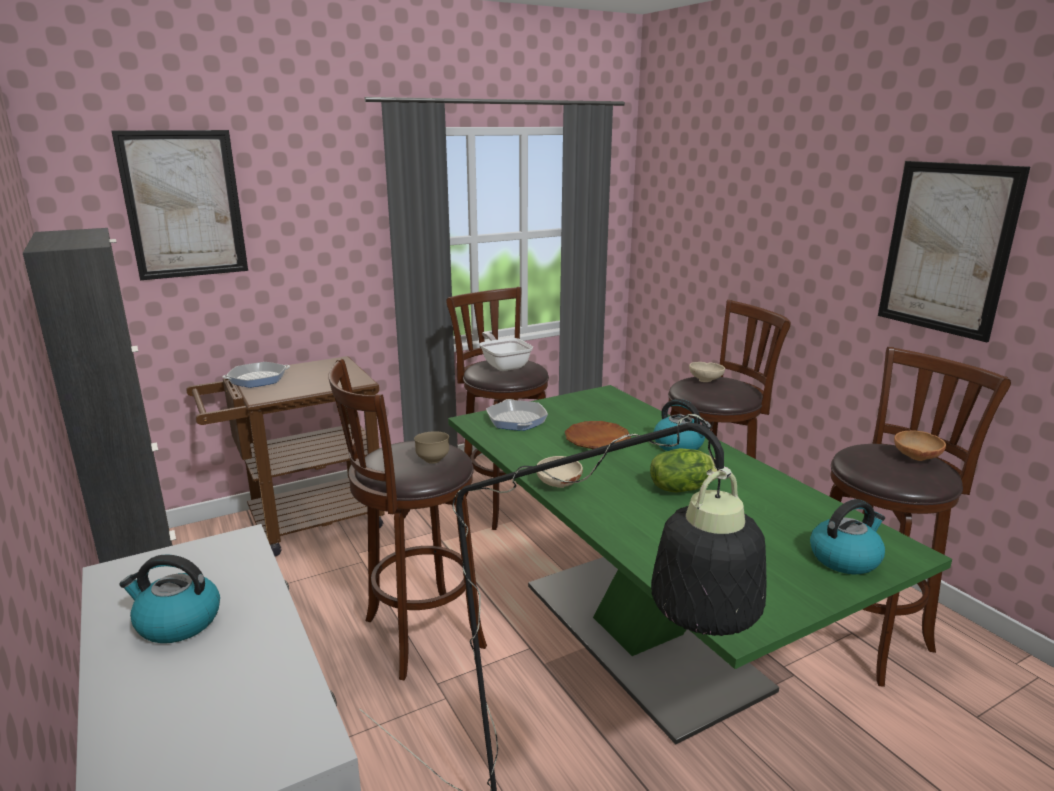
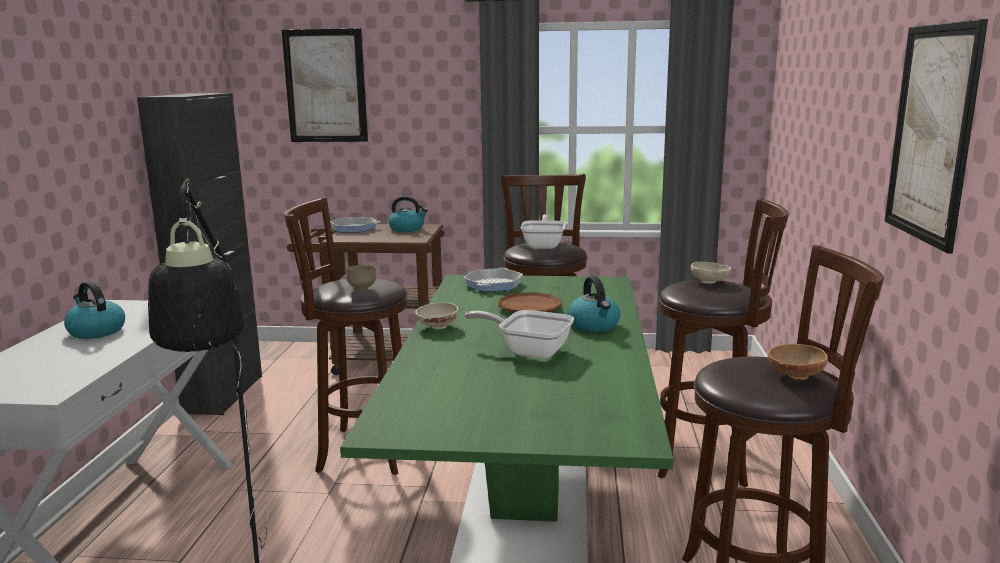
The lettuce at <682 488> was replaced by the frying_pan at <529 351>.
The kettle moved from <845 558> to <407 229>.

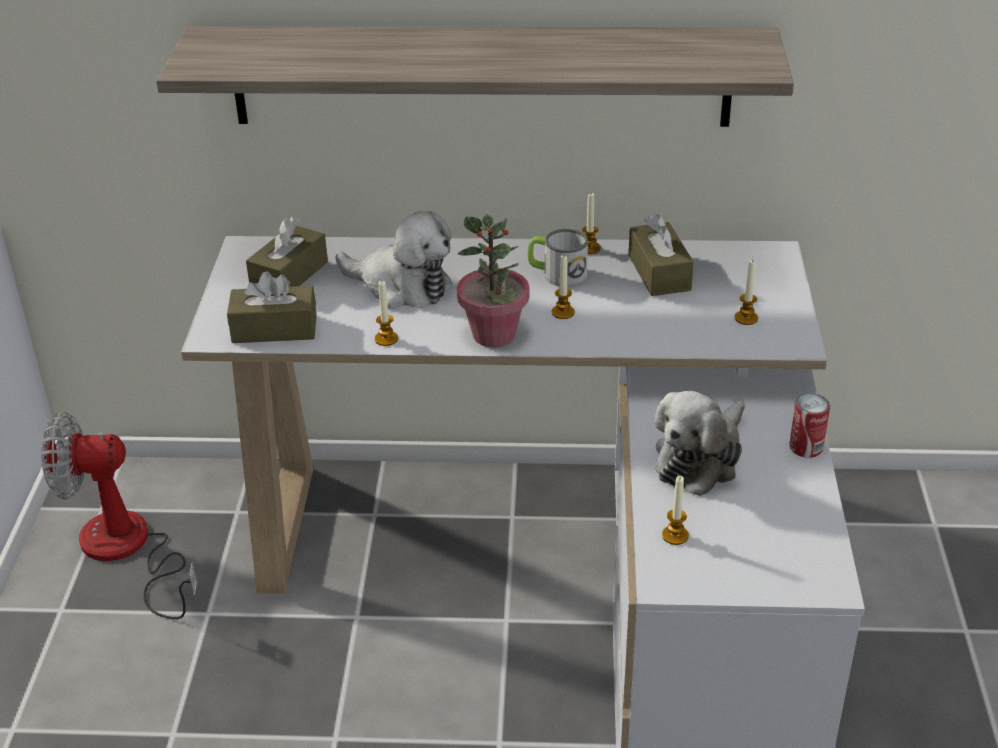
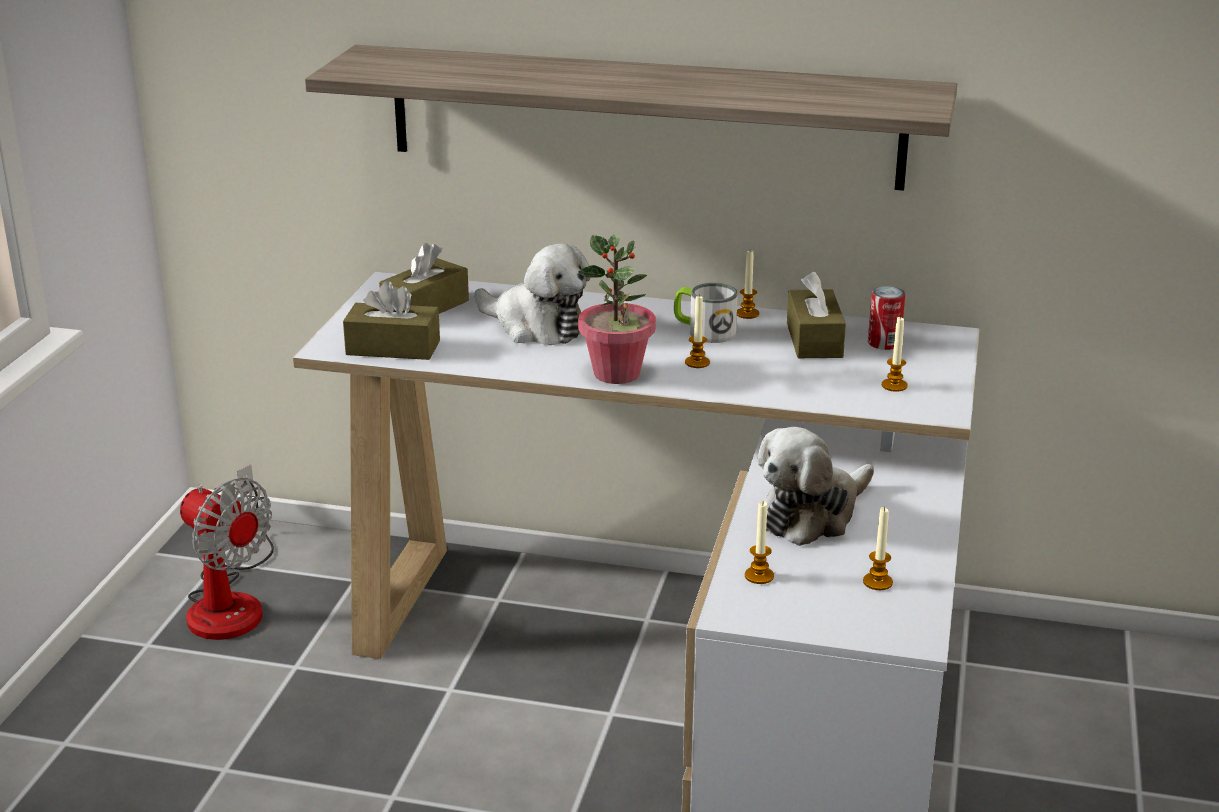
The candle moved from <386 339> to <877 582>.
The can moved from <806 447> to <884 343>.
The fan at <127 551> turned 150 degrees counterclockwise.

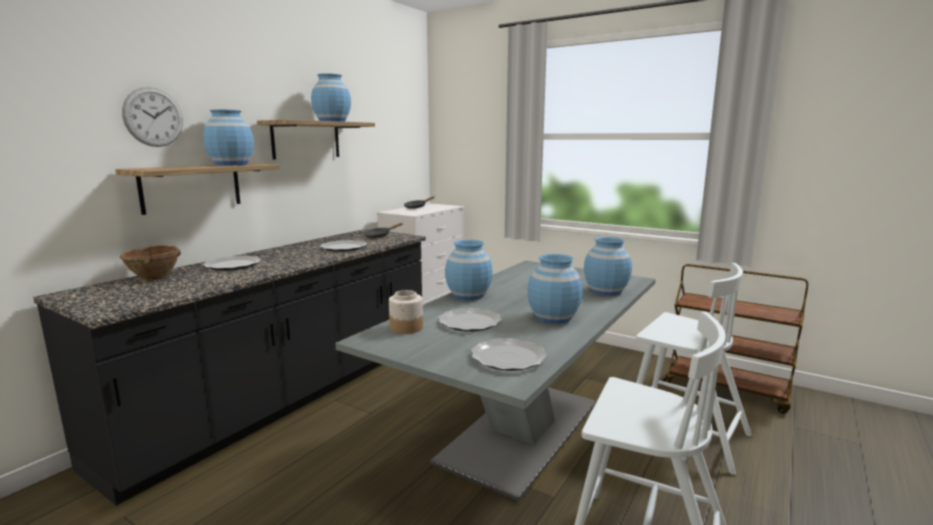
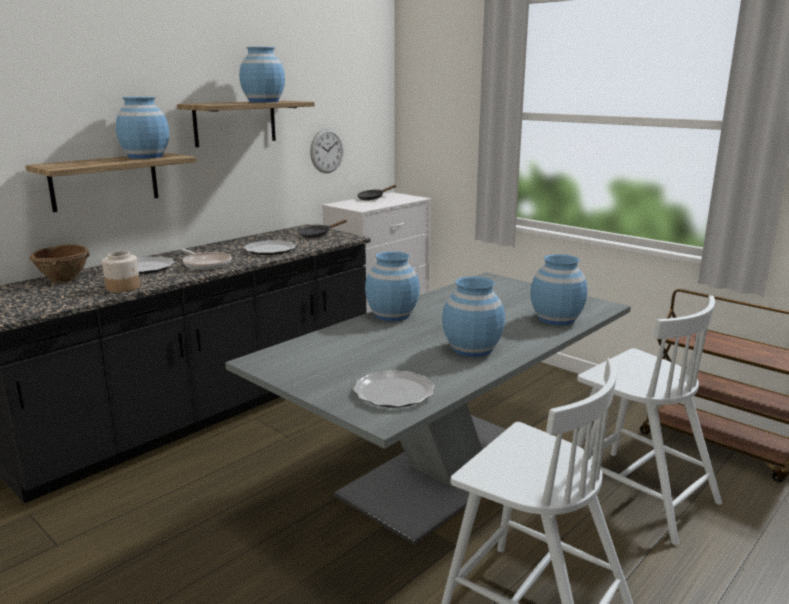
The wall_clock moved from <153 117> to <327 151>.
The jar moved from <407 327> to <123 287>.
The plate at <469 322> disappeared.
The frying_pan at <206 264> appeared.

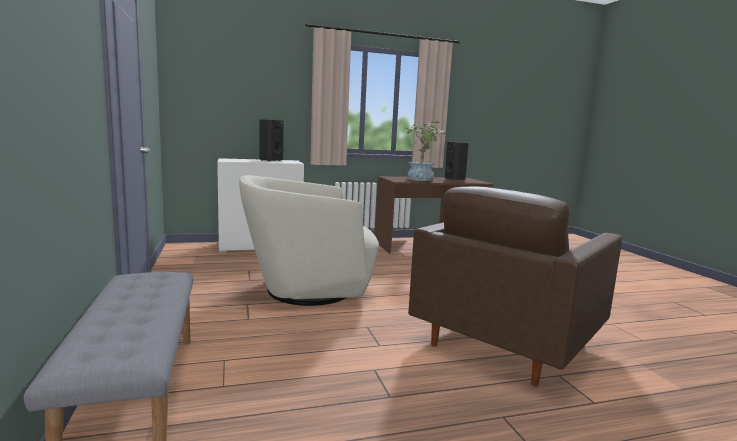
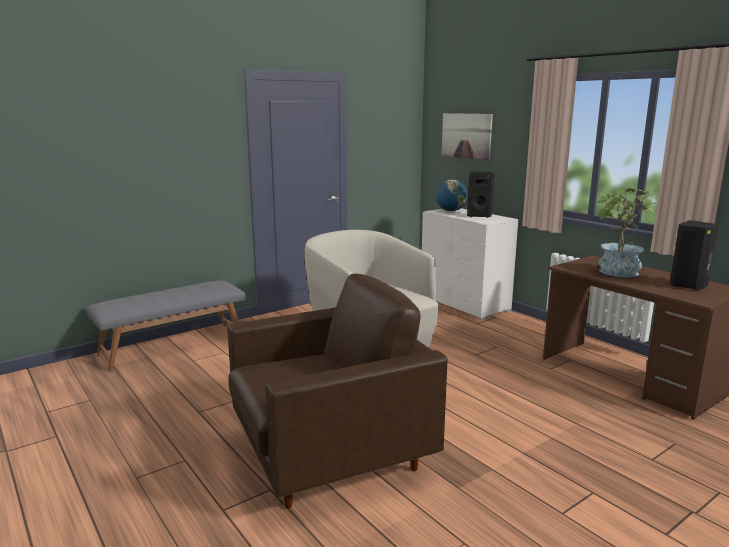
The brown_armchair at <507 342> turned 135 degrees clockwise.
The picture at <466 135> appeared.
The globe at <450 211> appeared.

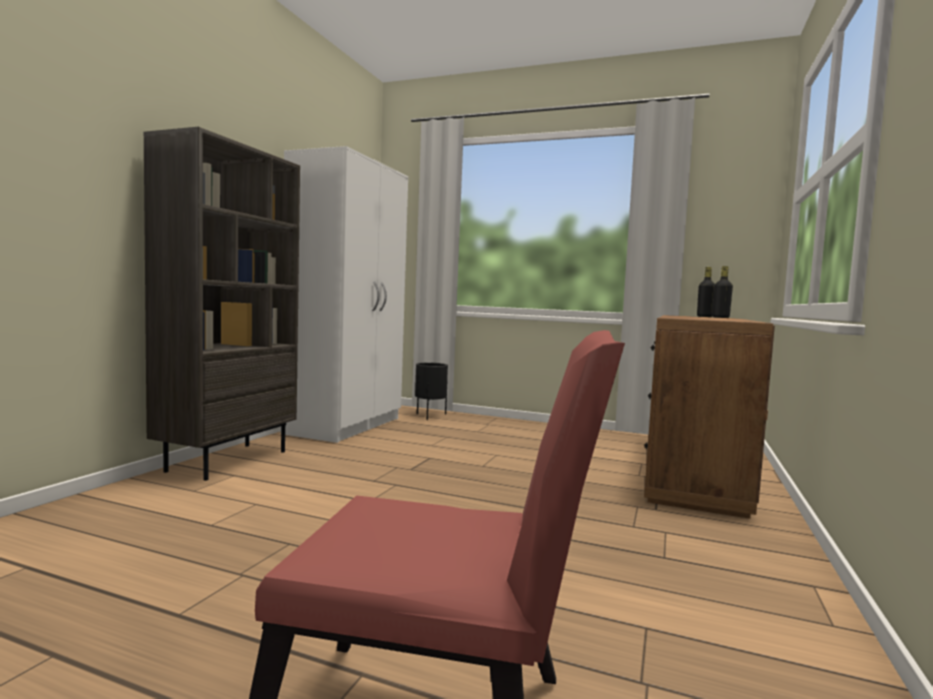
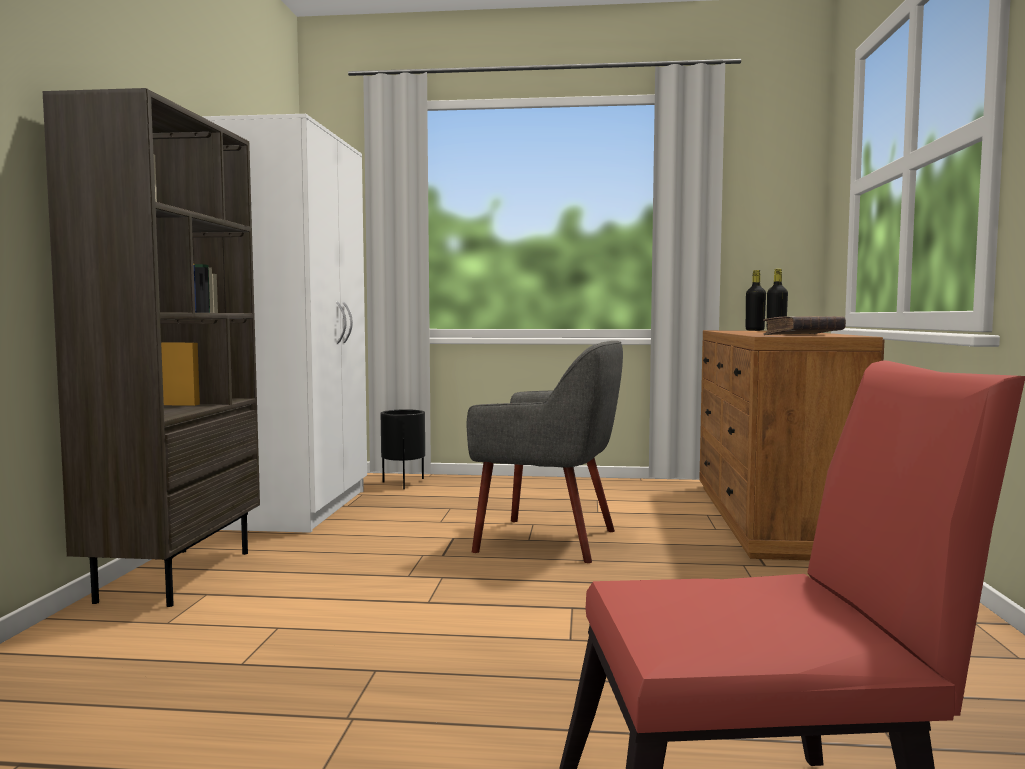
The brown_book at <803 335> appeared.
The grey_armchair at <549 540> appeared.

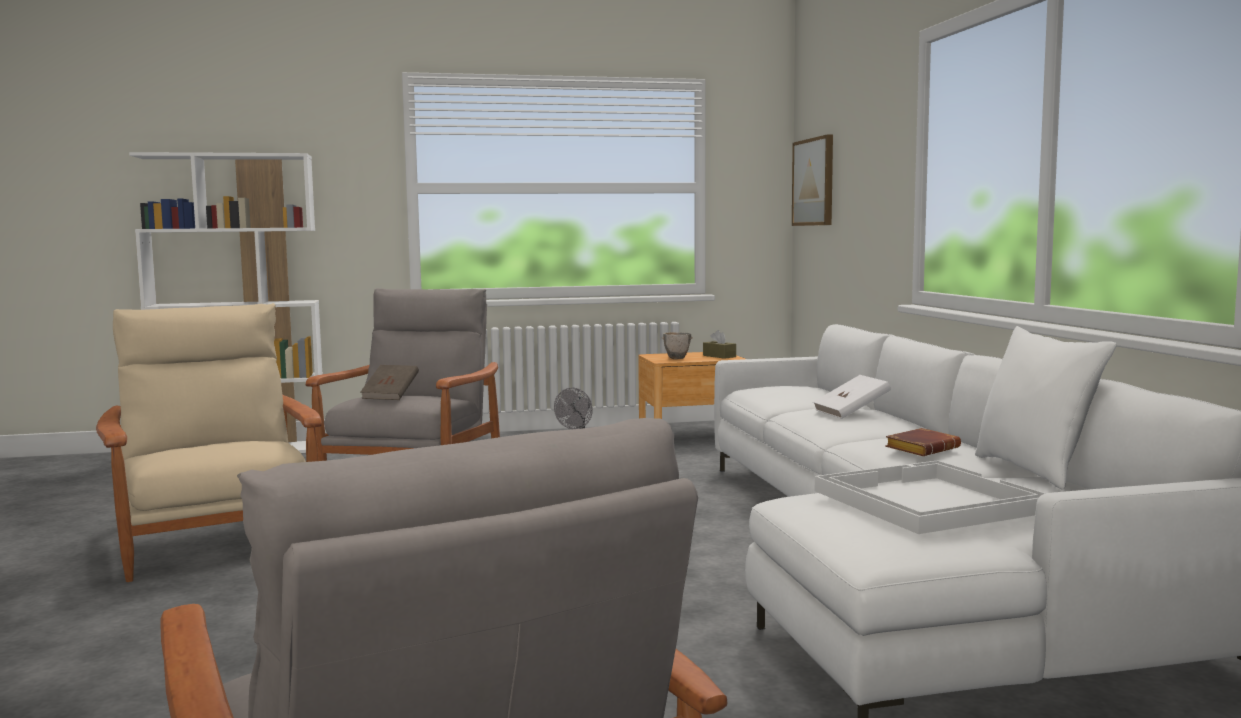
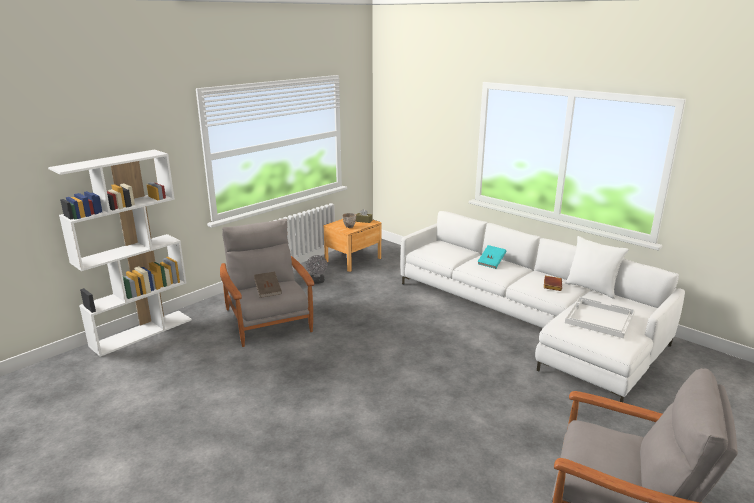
The picture at <814 182> disappeared.
The beige_armchair at <216 539> disappeared.
The white_book at <851 413> became the turquoise_book at <491 263>.

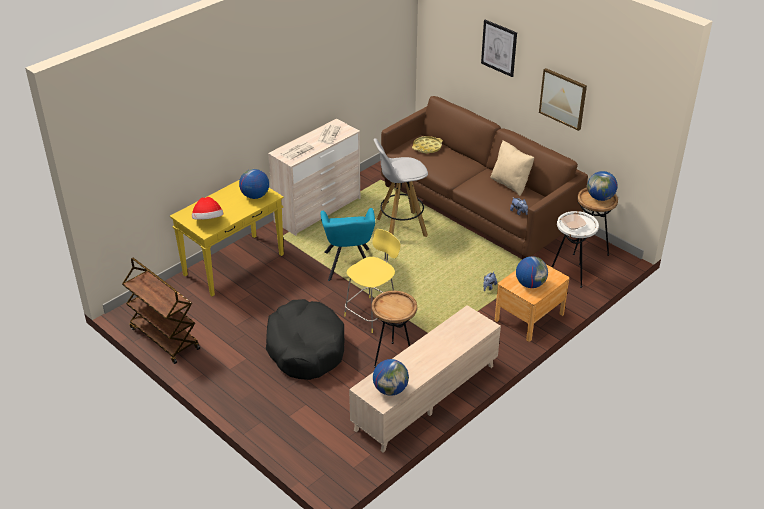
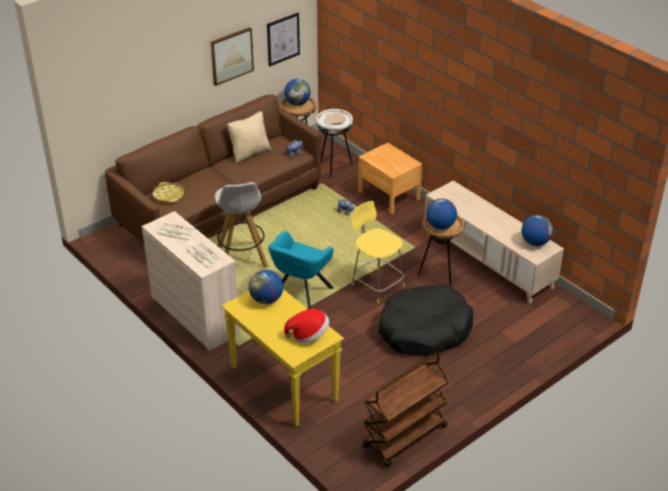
The picture moved from <499 48> to <283 39>.
The turquoise_armchair at <349 266> turned 120 degrees clockwise.
The globe moved from <530 284> to <440 226>.

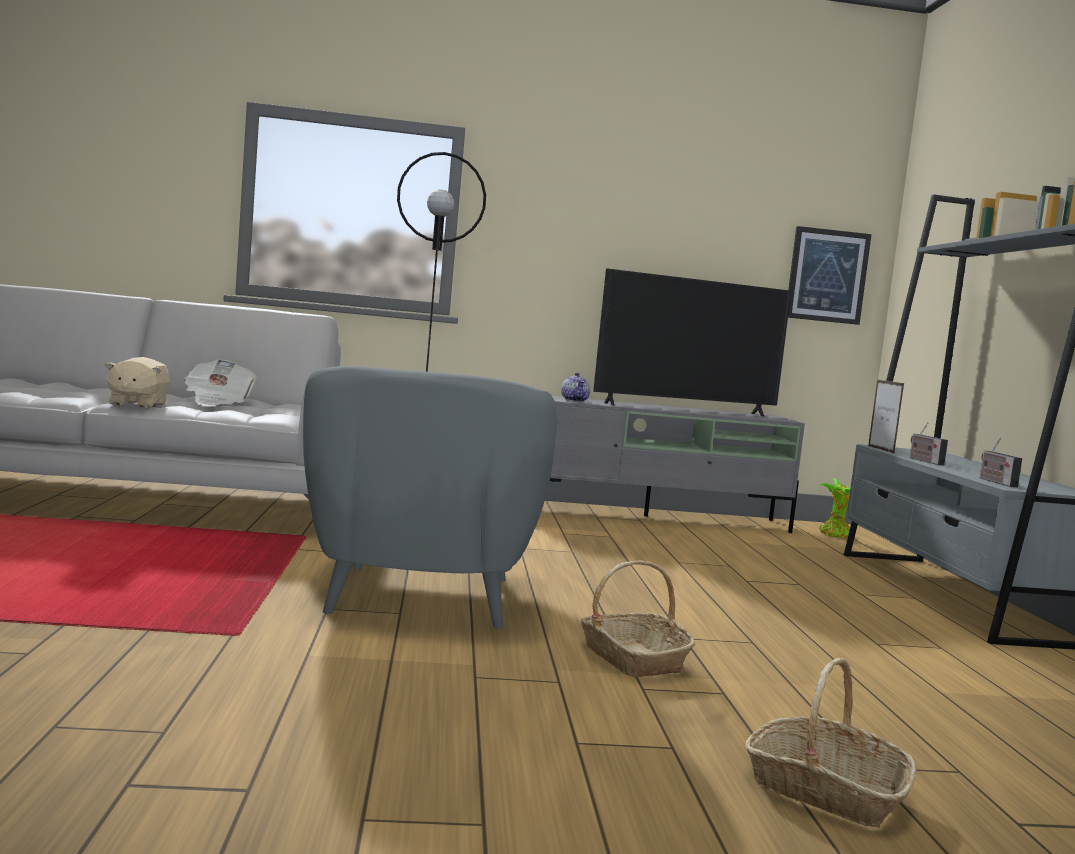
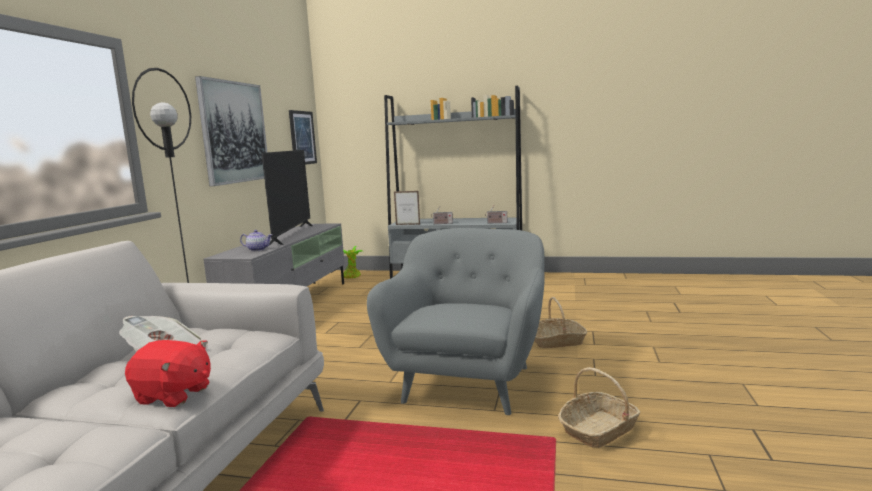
The beige_plush_toy at <137 404> became the red_plush_toy at <173 395>.
The grey_armchair at <420 597> turned 90 degrees counterclockwise.
The basket moved from <824 790> to <598 430>.
The picture at <234 132> appeared.

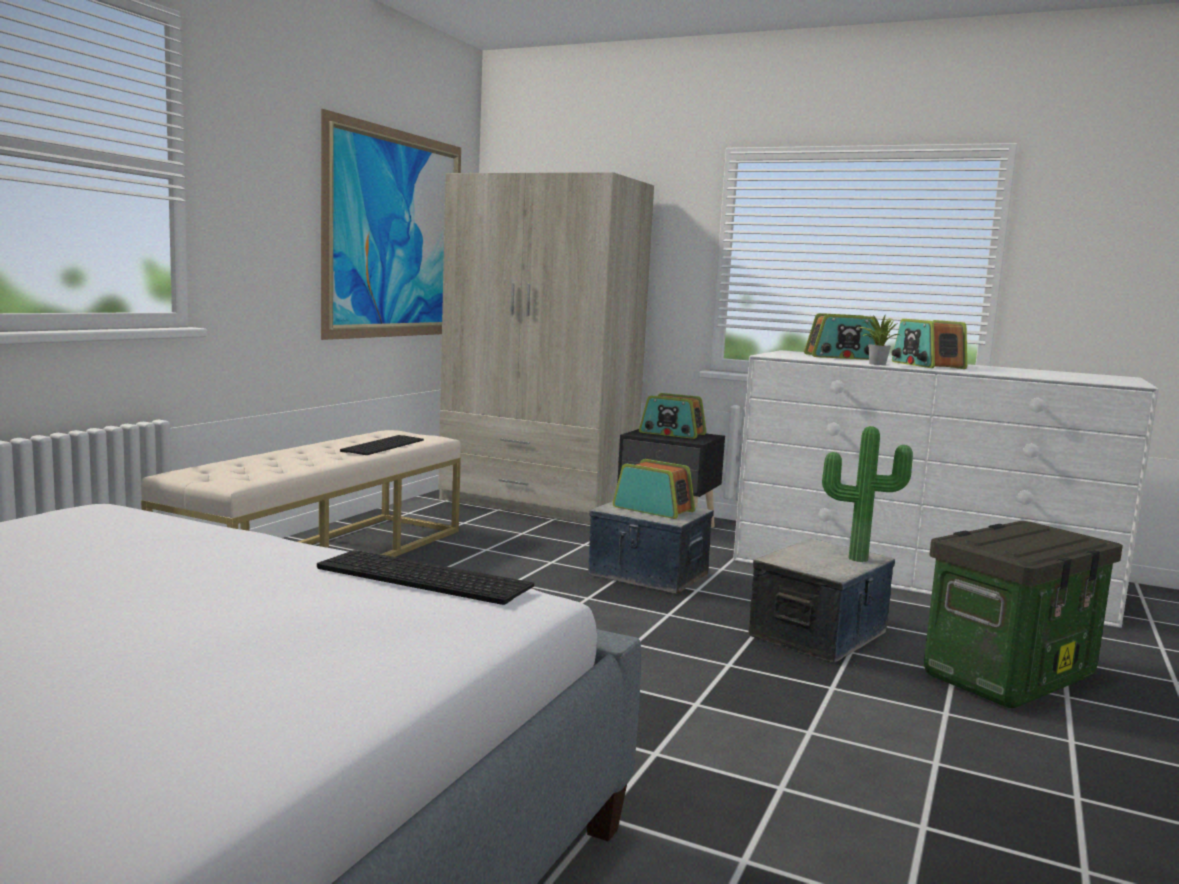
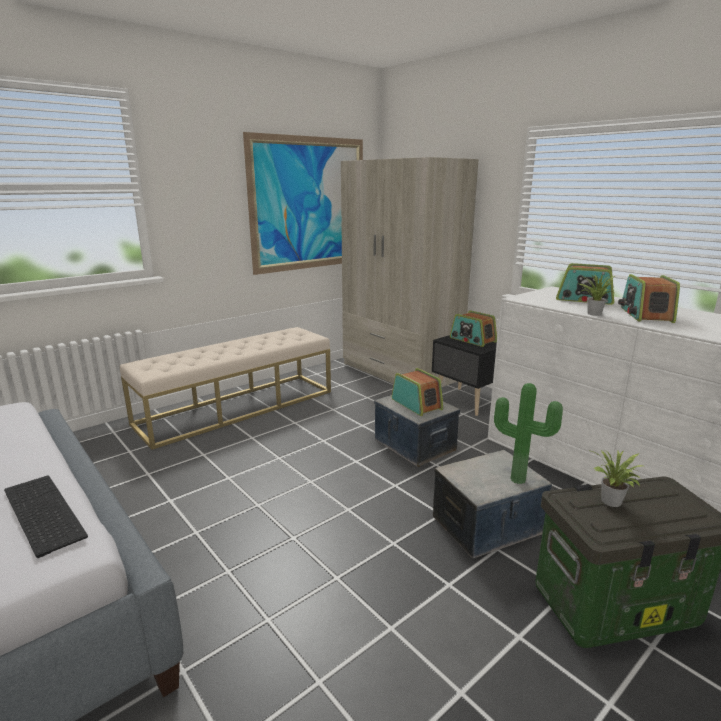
The keyboard at <382 445> disappeared.
The potted_plant at <611 503> appeared.

